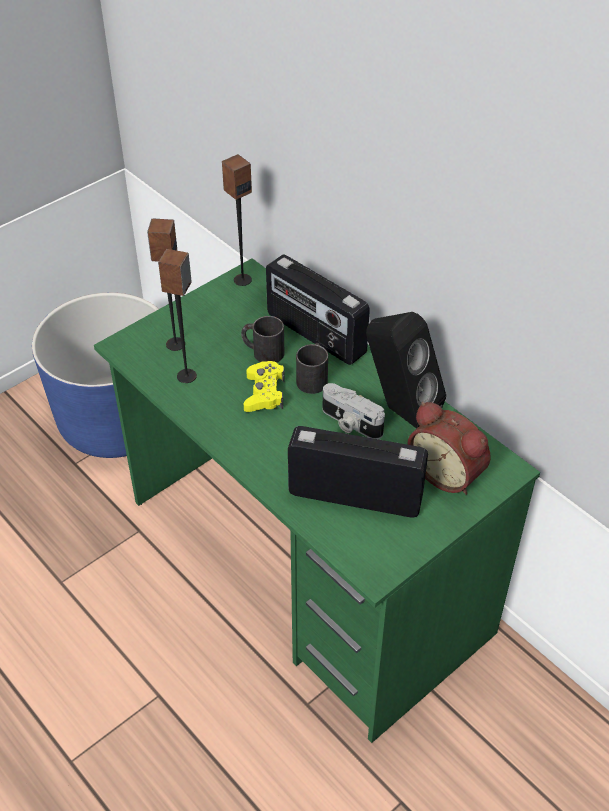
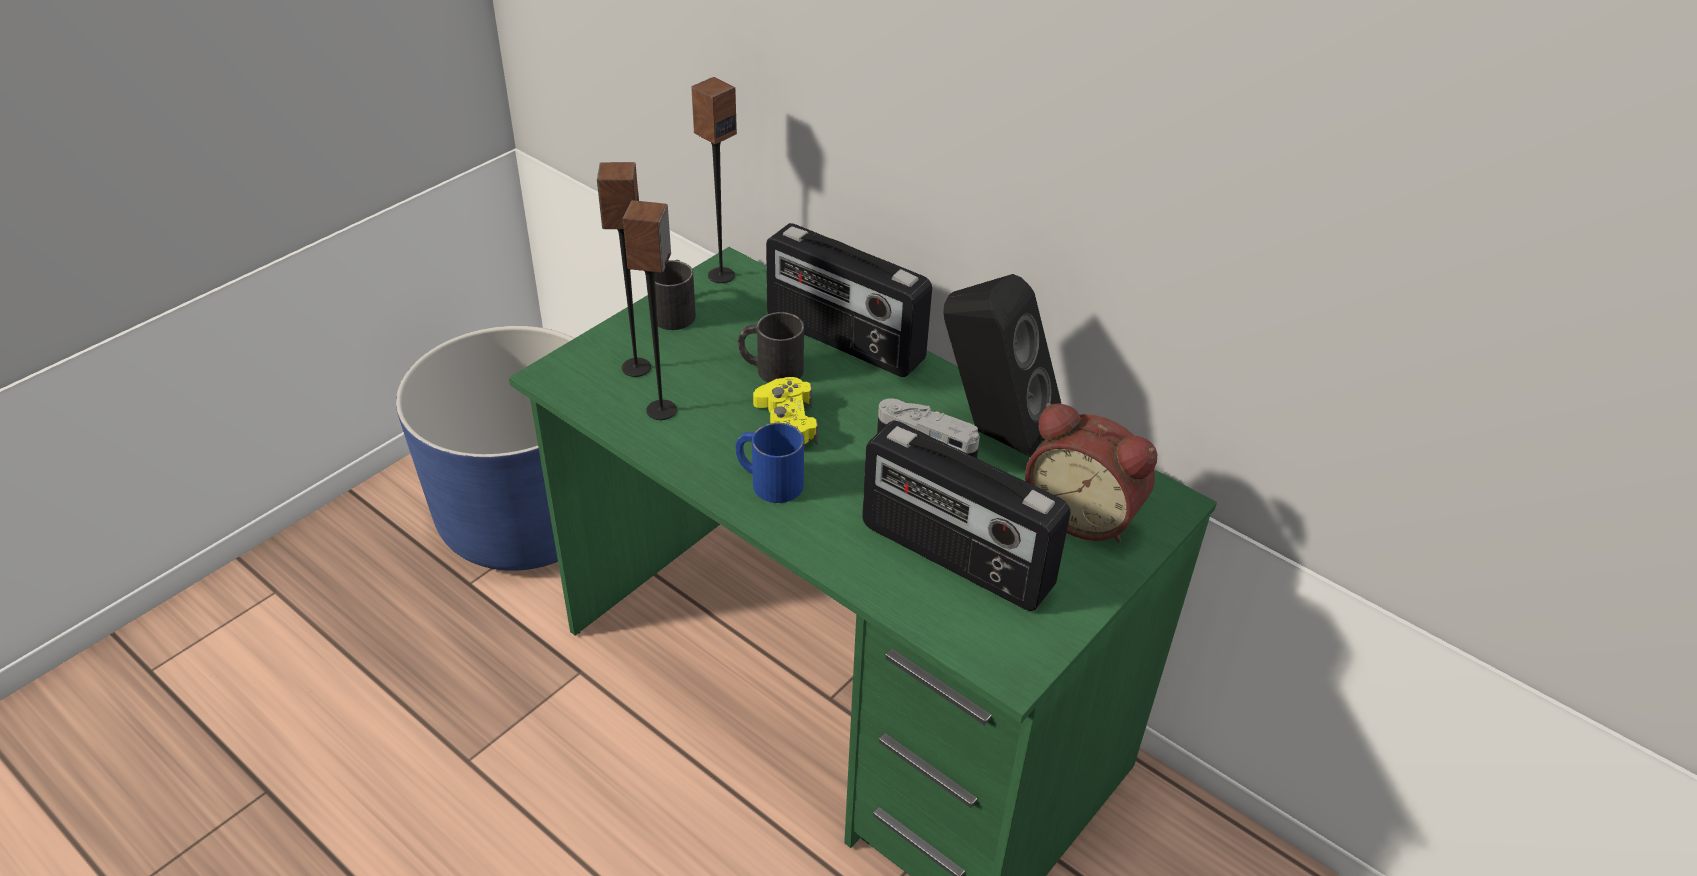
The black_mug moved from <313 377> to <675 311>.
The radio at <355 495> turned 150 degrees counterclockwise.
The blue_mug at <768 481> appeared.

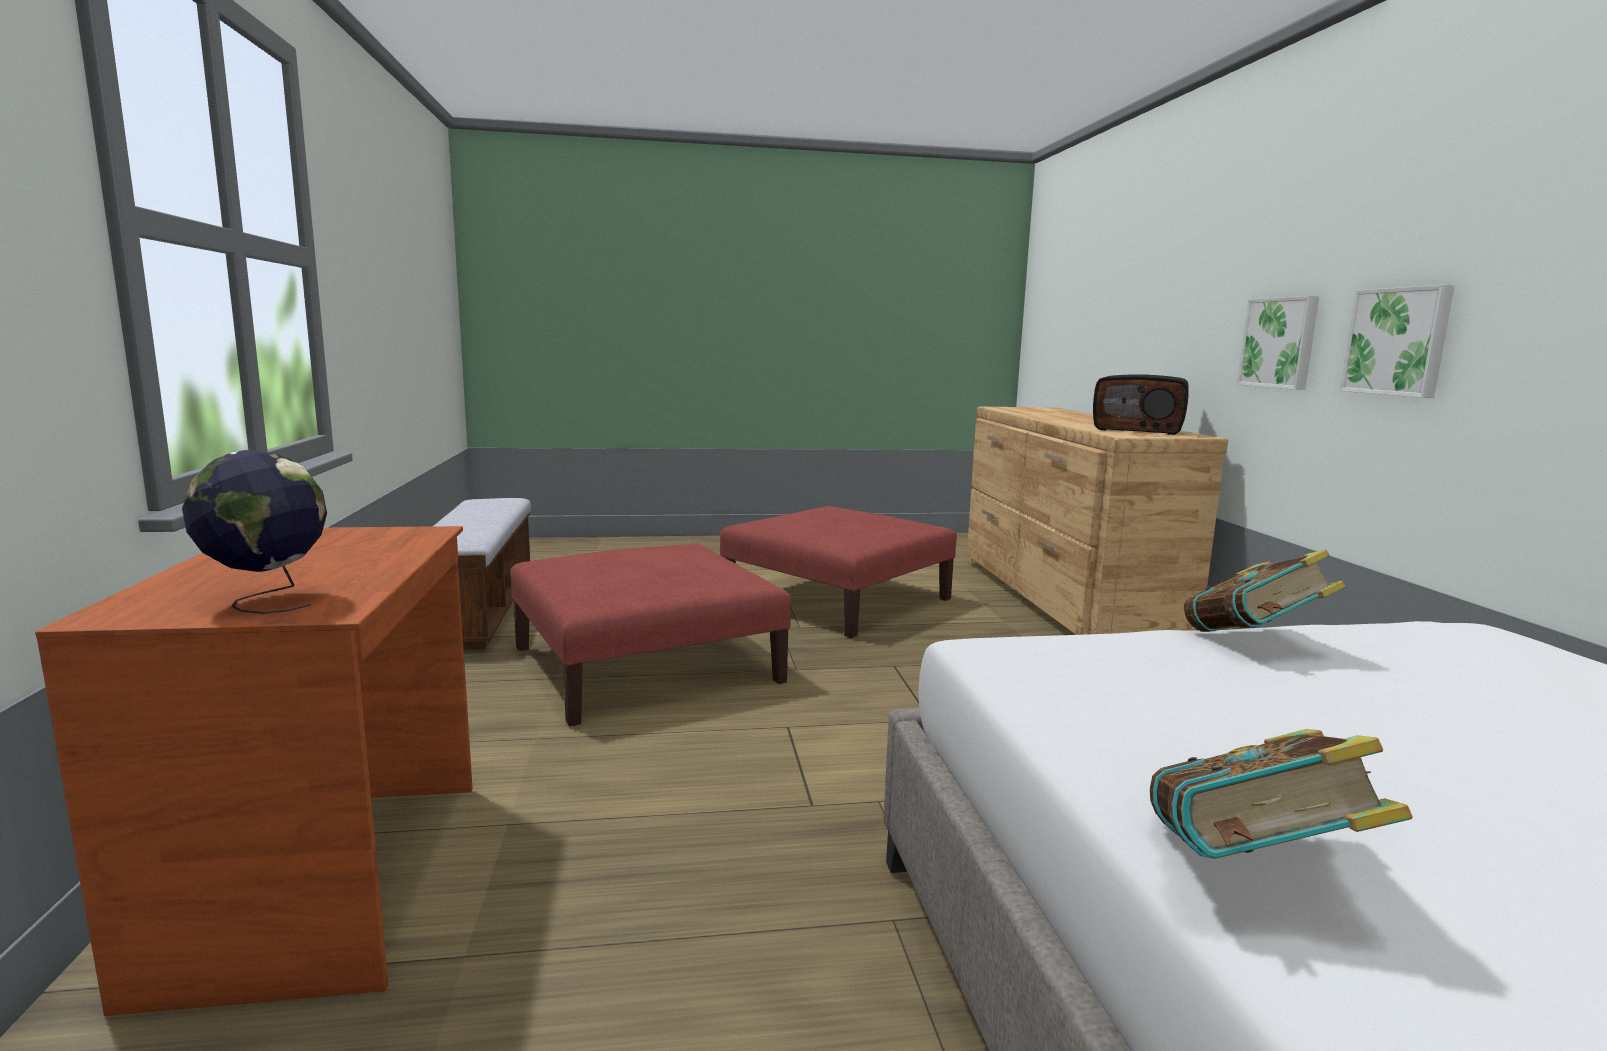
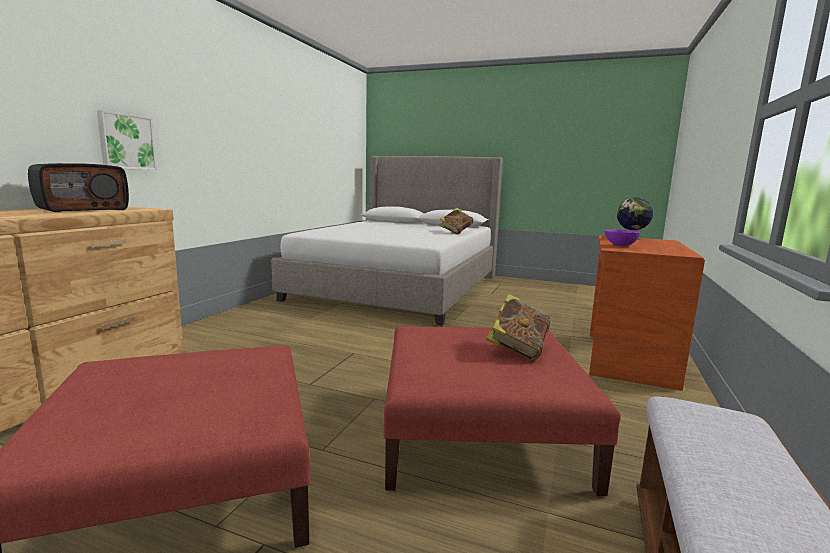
The picture at <1398 341> disappeared.
The radio at <1138 429> turned 75 degrees clockwise.
The book moved from <1253 642> to <517 350>.
The purple_bowl at <619 245> appeared.

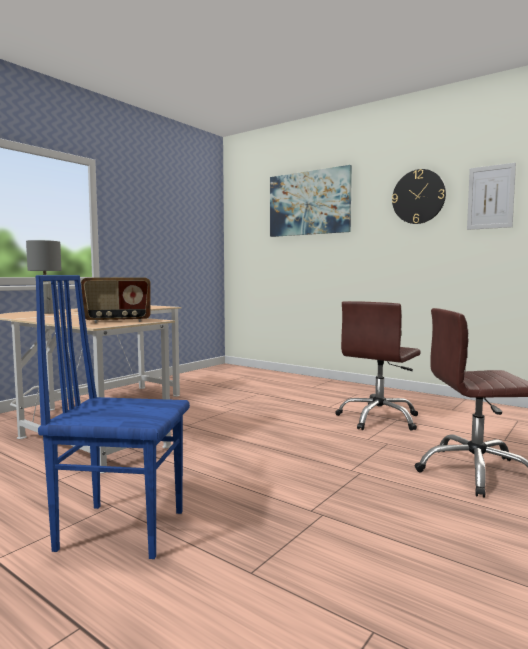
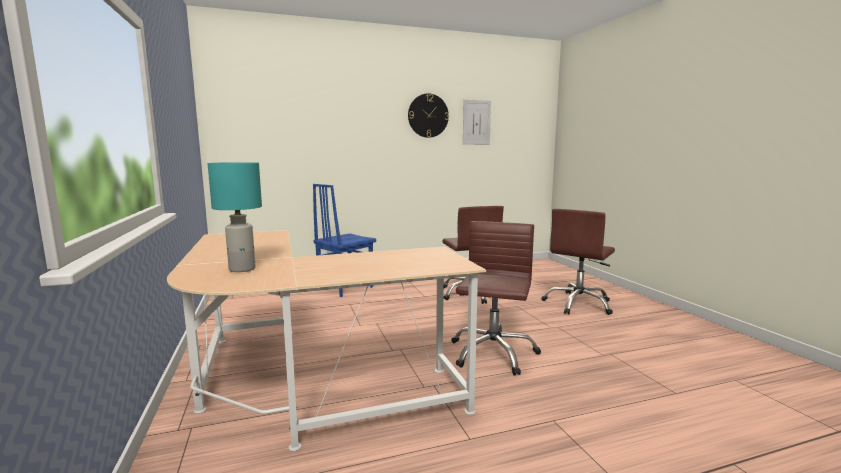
The picture at <309 203> disappeared.
The grey_table_lamp at <47 313> became the turquoise_table_lamp at <243 269>.
The blue_chair moved from <121 529> to <345 288>.
The radio at <118 321> disappeared.
The brown_office_chair at <492 353> appeared.

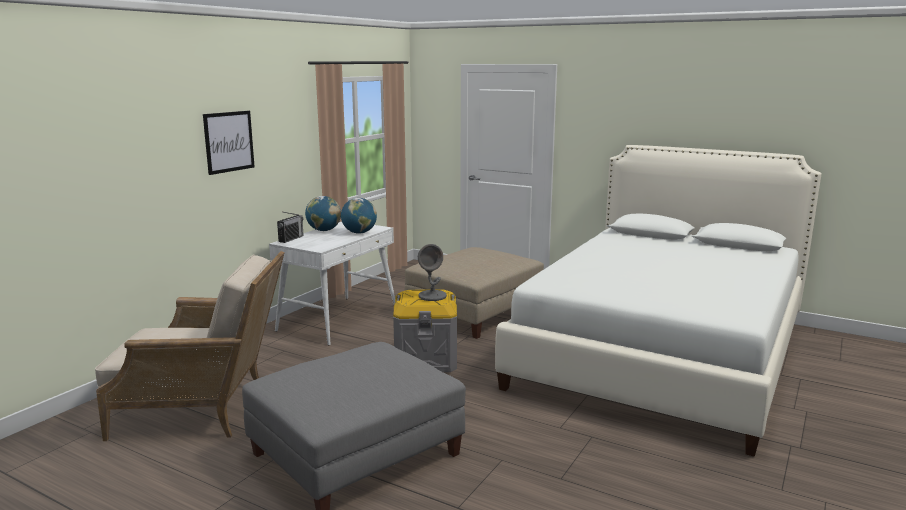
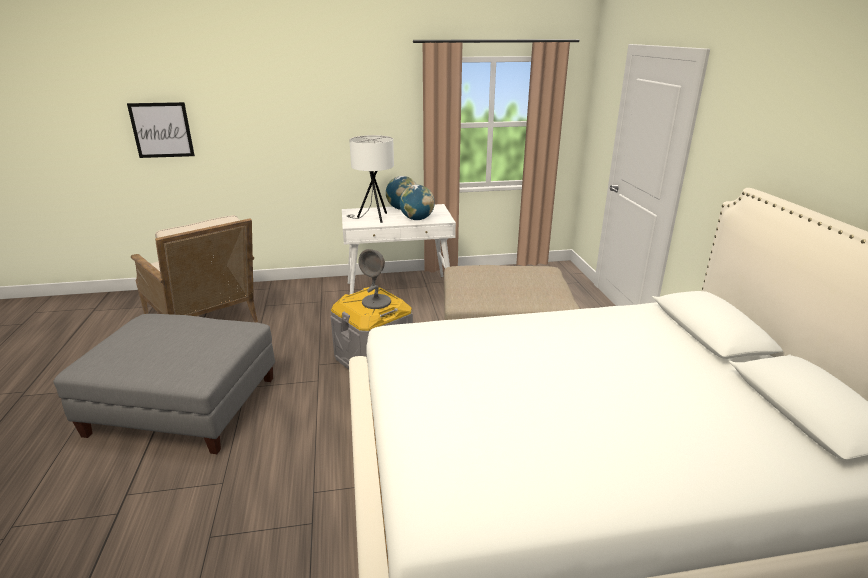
The picture moved from <229 141> to <162 130>.
The radio at <291 239> disappeared.
The white_table_lamp at <373 218> appeared.

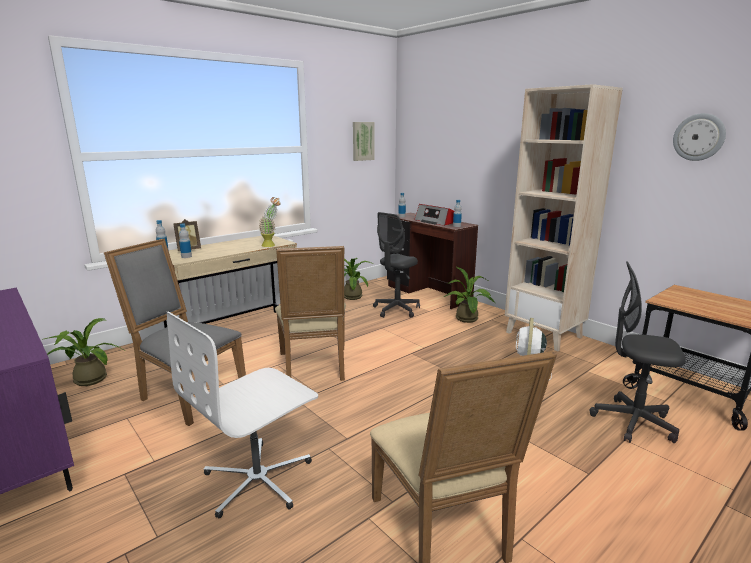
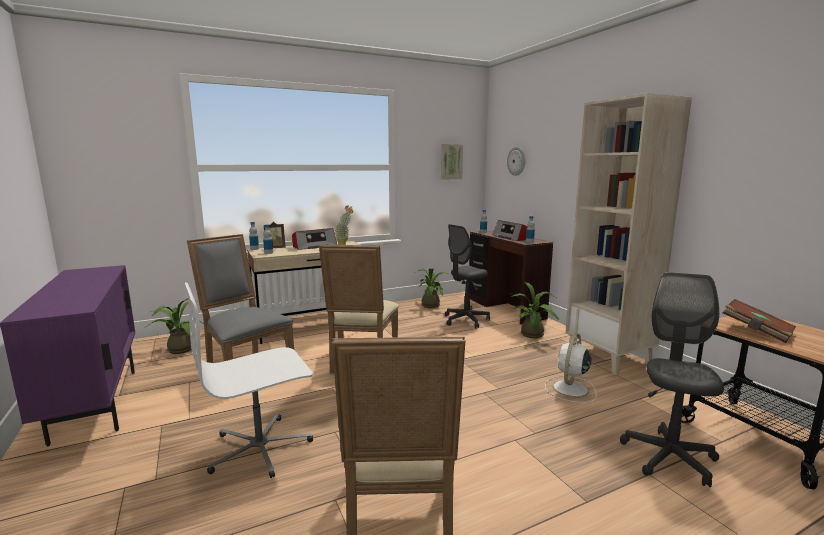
The wall_clock moved from <699 137> to <516 161>.
The grey_office_chair at <633 422> turned 75 degrees clockwise.
The radio at <314 246> appeared.
The brown_book at <756 331> appeared.

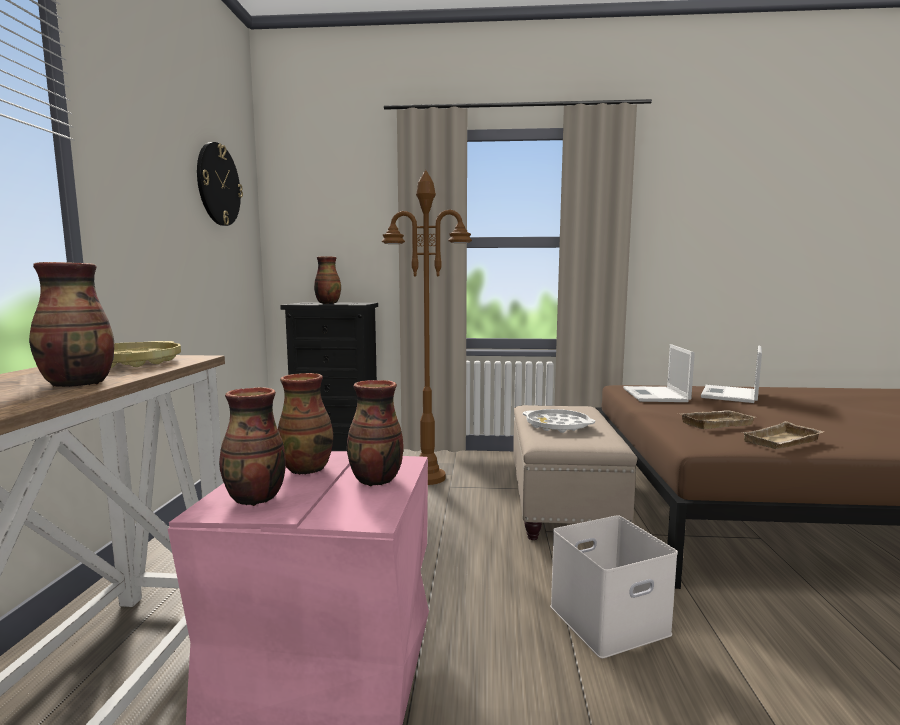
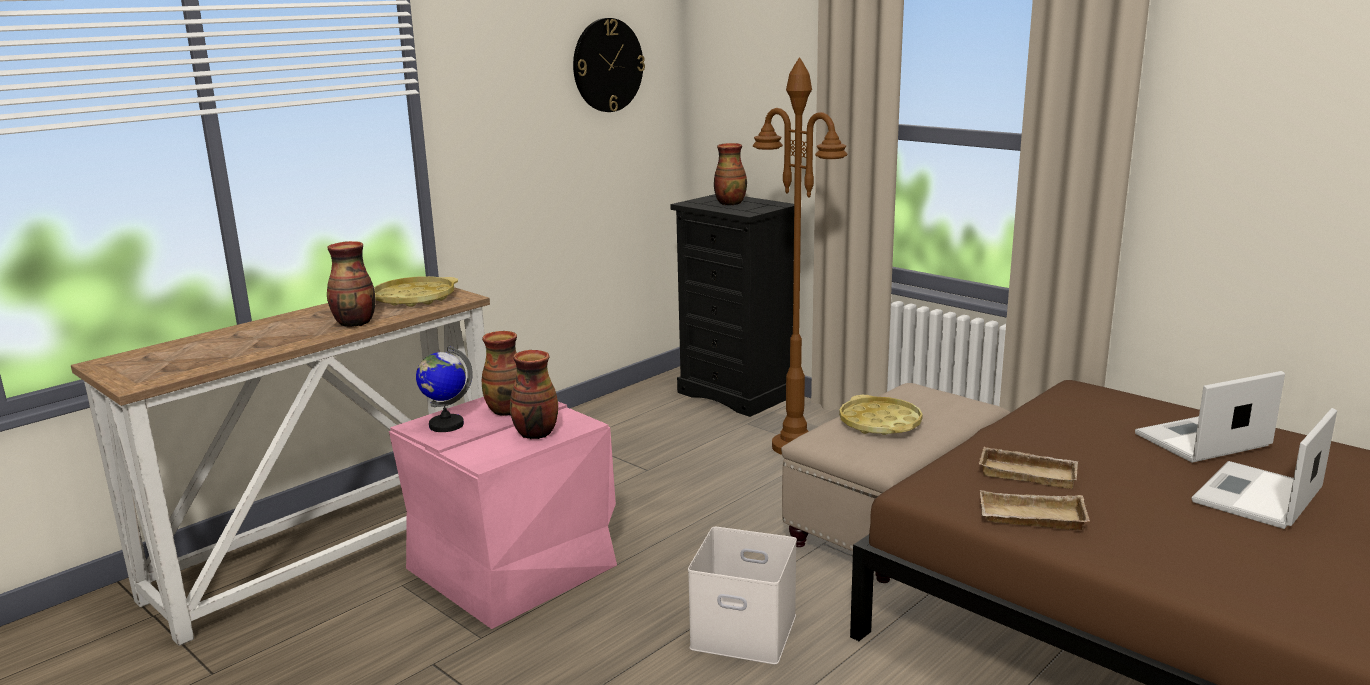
The laptop moved from <656 395> to <1256 497>.
The vase at <255 498> was replaced by the globe at <446 425>.
The white_tray at <557 426> became the yellow_tray at <880 423>.

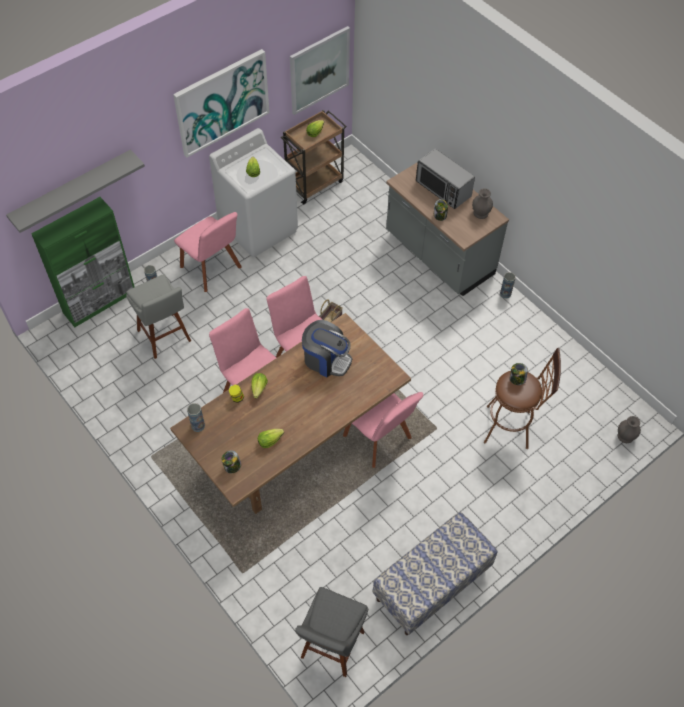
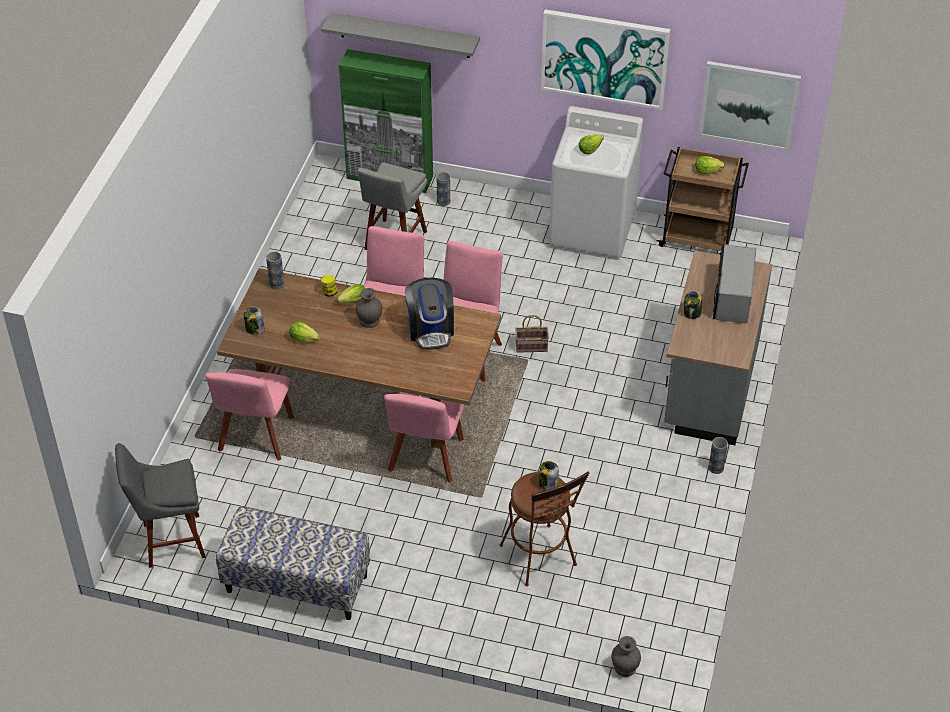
The grey_vase moved from <480 212> to <370 320>.
The pink_chair moved from <212 269> to <255 437>.

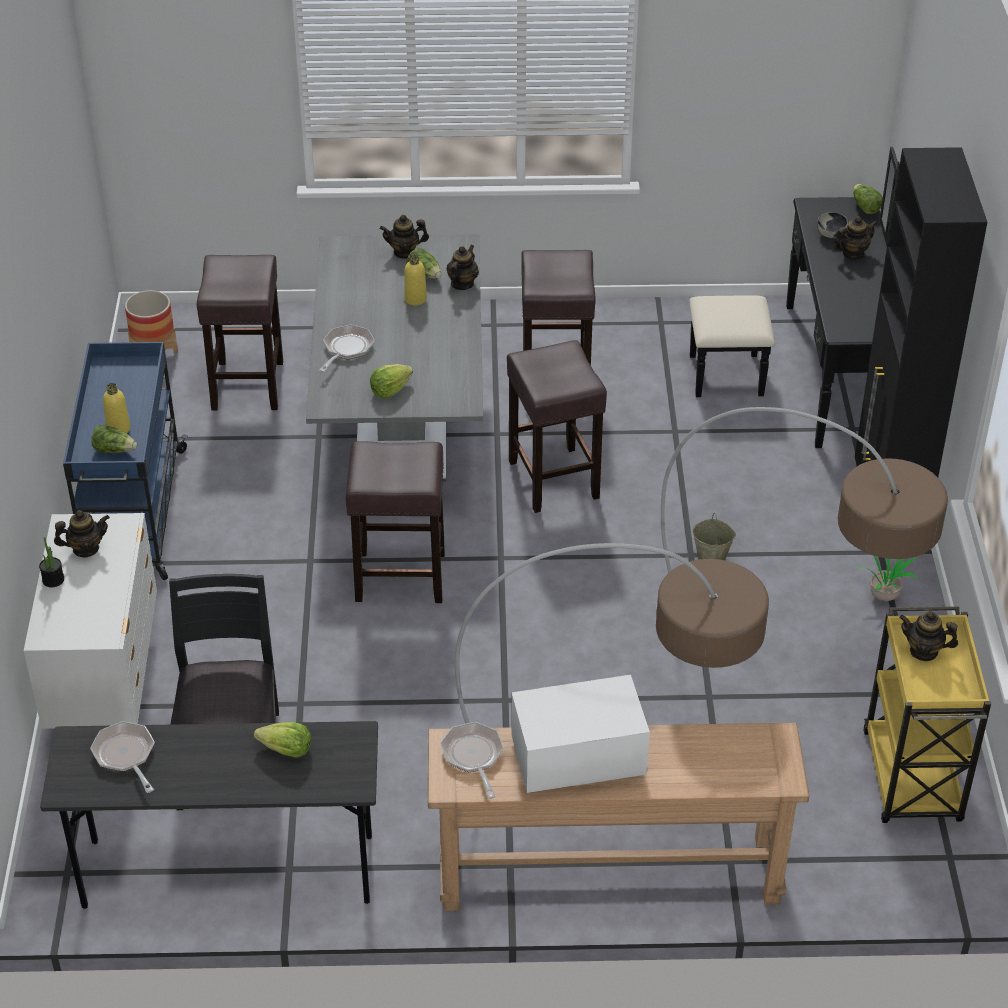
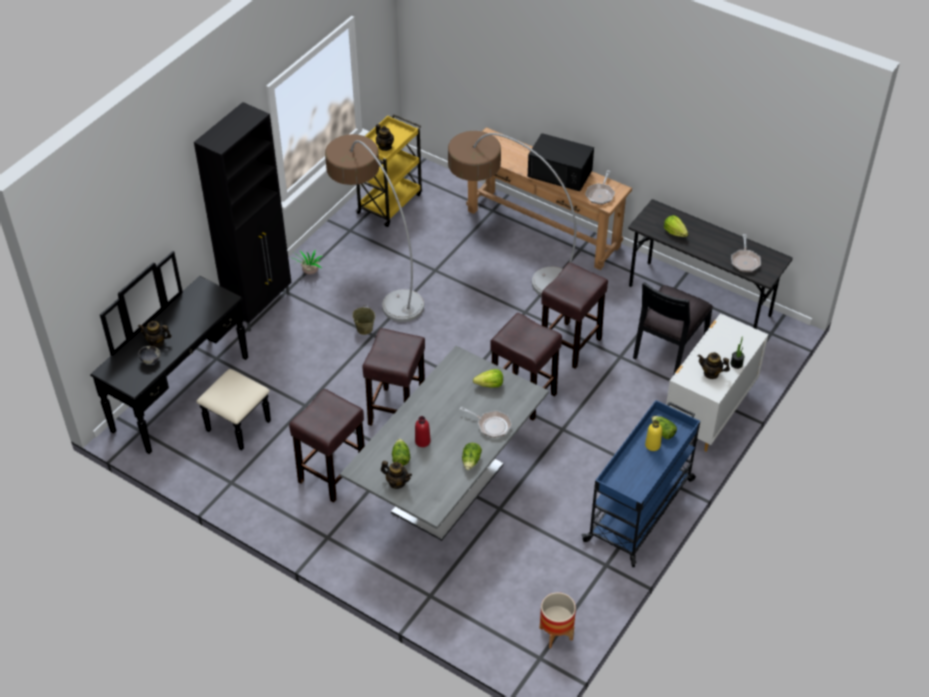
The lettuce moved from <865 207> to <471 461>.
The teapot at <462 284> disappeared.
The yellow_bottle at <415 299> became the red_bottle at <422 441>.
The brown_stool moved from <247 384> to <570 346>.
The frying_pan at <346 349> turned 120 degrees counterclockwise.
The white_microwave at <577 759> became the black_microwave at <560 175>.

